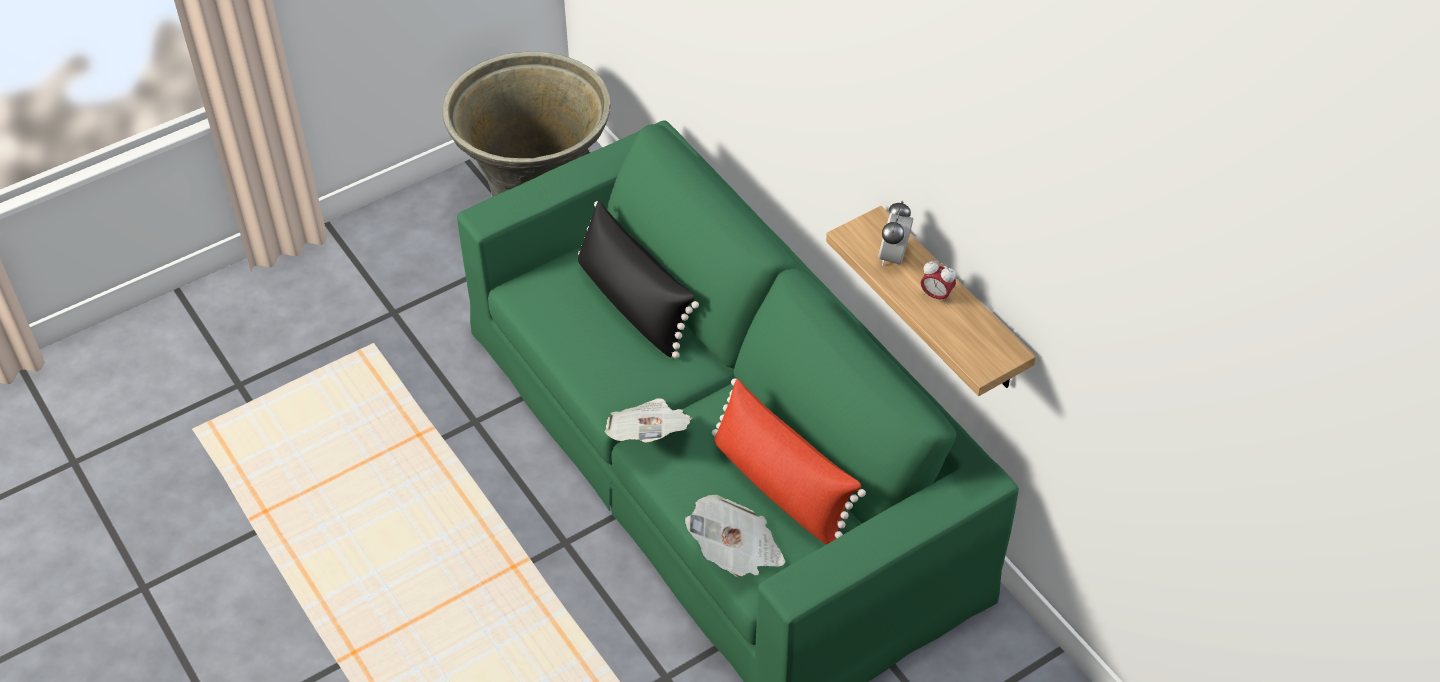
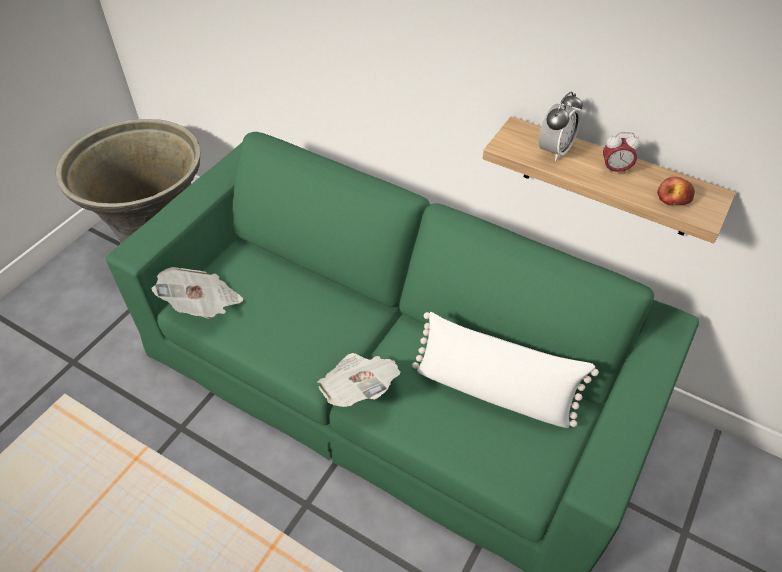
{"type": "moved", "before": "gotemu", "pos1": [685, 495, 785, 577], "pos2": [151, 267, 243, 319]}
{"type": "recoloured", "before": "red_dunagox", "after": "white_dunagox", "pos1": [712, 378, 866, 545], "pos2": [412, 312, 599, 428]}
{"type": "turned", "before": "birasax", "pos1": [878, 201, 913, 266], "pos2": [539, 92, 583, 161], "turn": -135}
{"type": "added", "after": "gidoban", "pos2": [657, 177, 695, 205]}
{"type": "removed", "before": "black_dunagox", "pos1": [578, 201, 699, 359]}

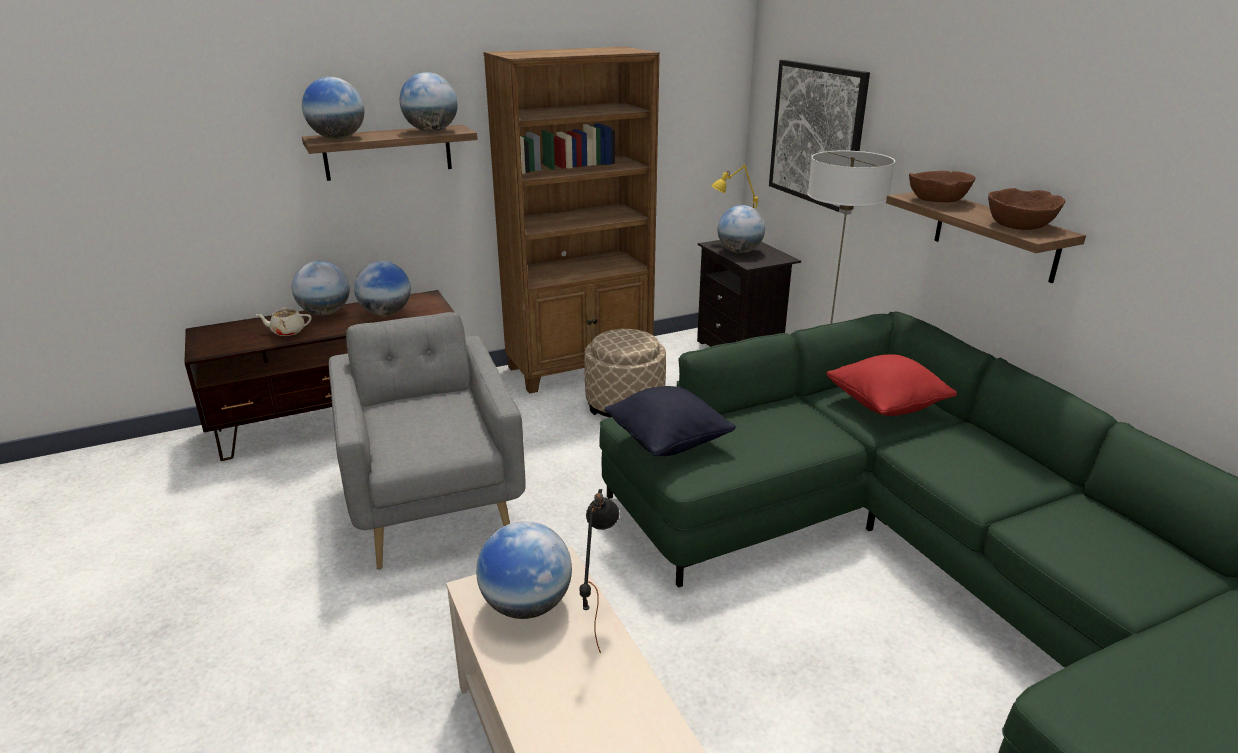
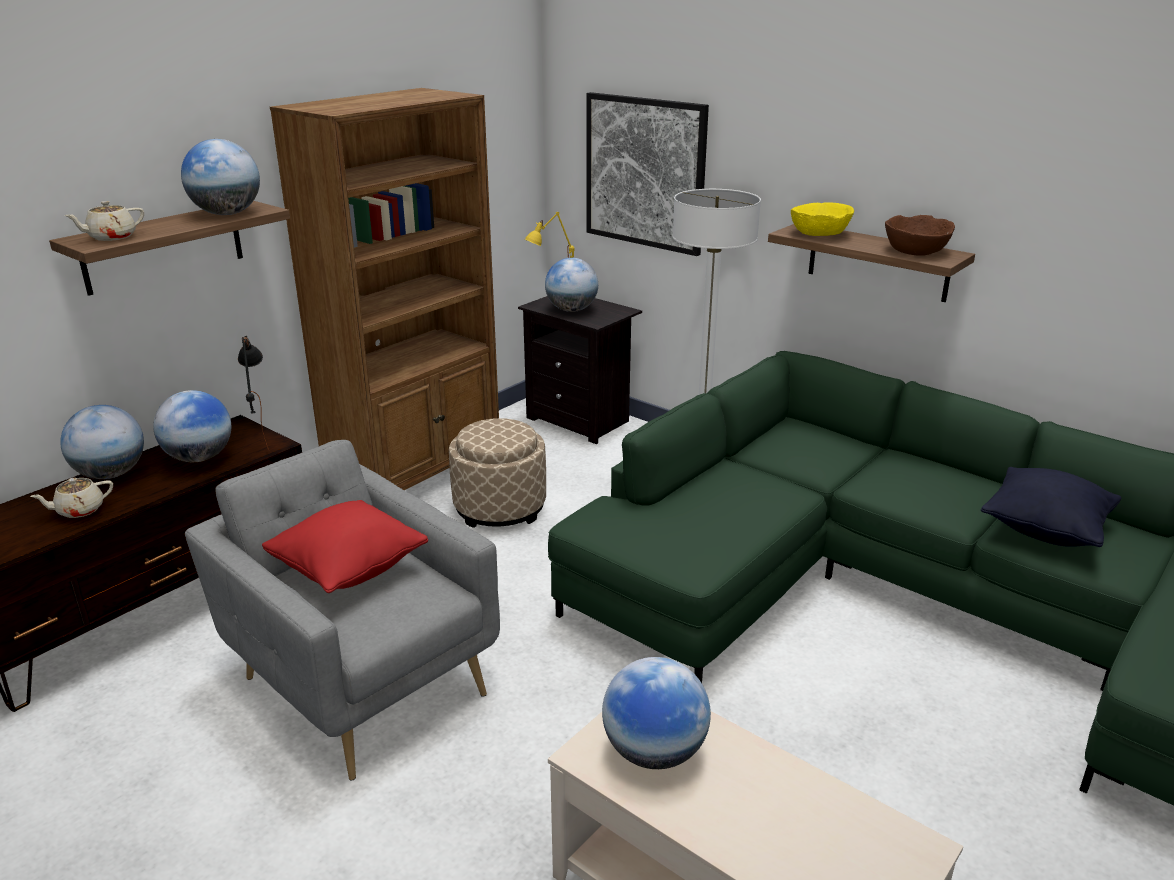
{"type": "replaced", "before": "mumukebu", "after": "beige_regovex", "pos1": [302, 77, 364, 139], "pos2": [64, 201, 144, 241]}
{"type": "moved", "before": "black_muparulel", "pos1": [579, 489, 620, 653], "pos2": [238, 336, 269, 451]}
{"type": "moved", "before": "red_dunagox", "pos1": [827, 354, 957, 416], "pos2": [262, 500, 428, 593]}
{"type": "recoloured", "before": "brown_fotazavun", "after": "yellow_fotazavun", "pos1": [909, 171, 976, 202], "pos2": [791, 202, 854, 236]}
{"type": "moved", "before": "black_dunagox", "pos1": [604, 386, 736, 456], "pos2": [981, 467, 1122, 547]}

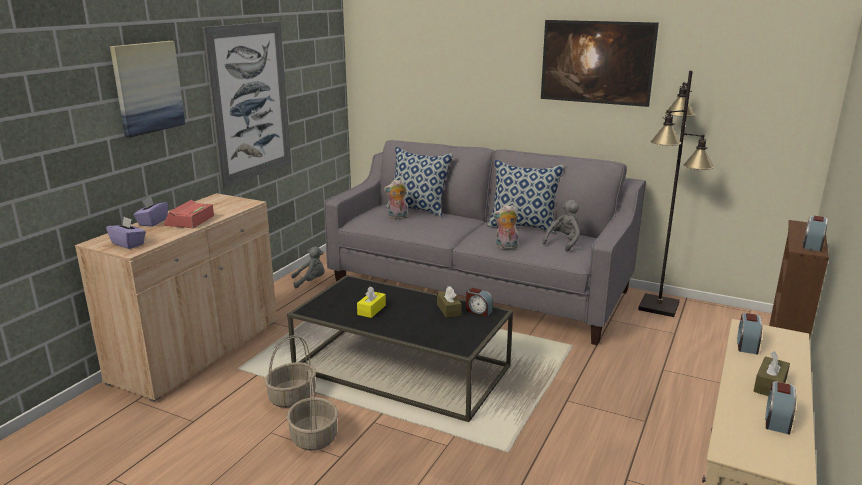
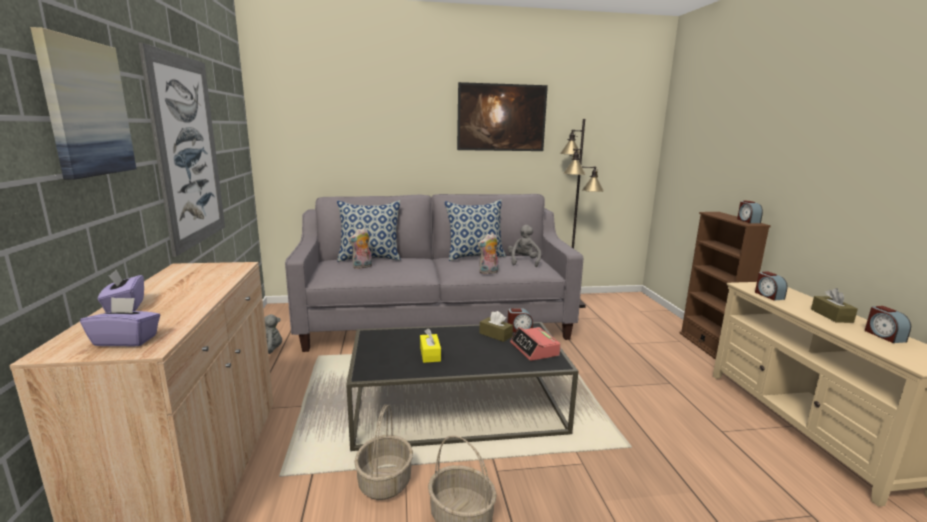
{"type": "moved", "before": "birasax", "pos1": [164, 200, 214, 228], "pos2": [510, 327, 561, 361]}

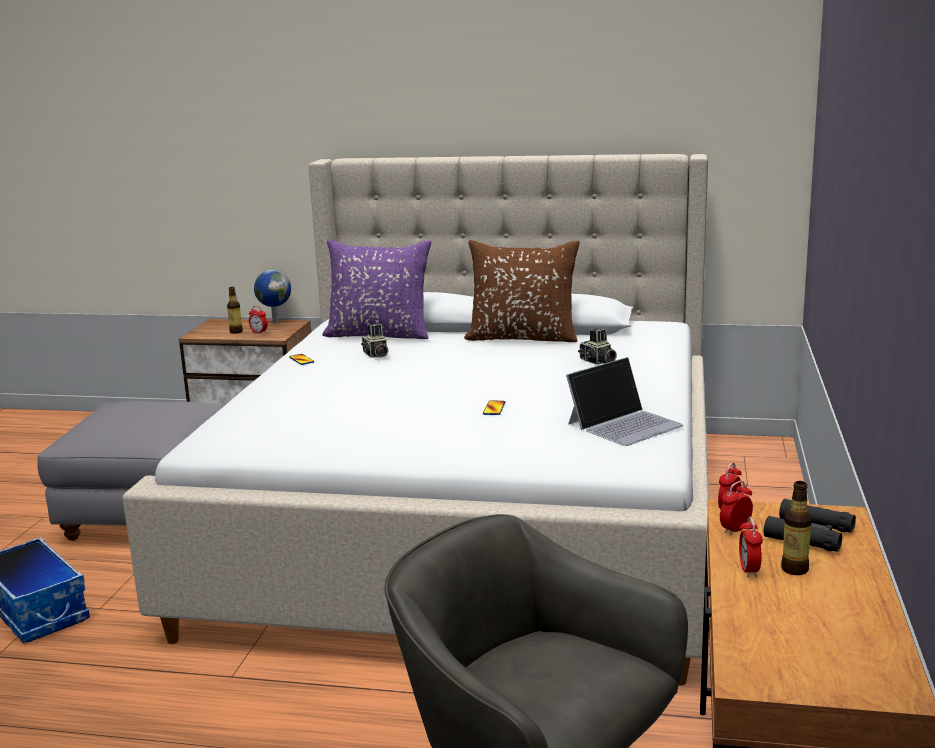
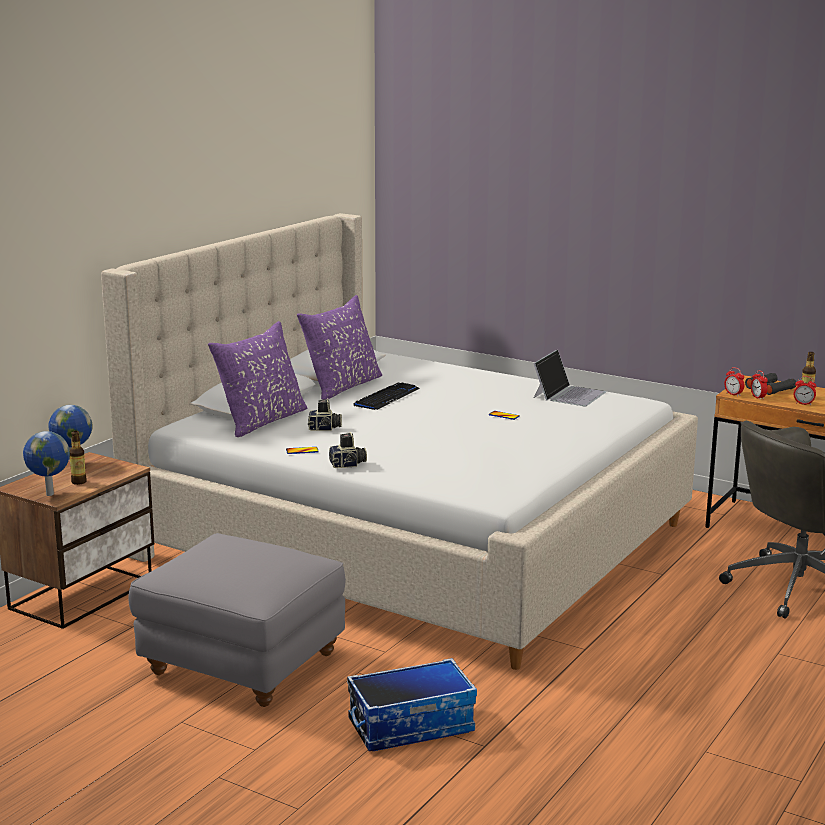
{"type": "added", "after": "mumukebu", "pos2": [23, 431, 70, 496]}
{"type": "recoloured", "before": "brown_dunagox", "after": "purple_dunagox", "pos1": [464, 240, 580, 342], "pos2": [297, 295, 382, 400]}
{"type": "moved", "before": "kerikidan", "pos1": [578, 328, 617, 365], "pos2": [329, 432, 367, 468]}
{"type": "added", "after": "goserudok", "pos2": [353, 383, 420, 410]}
{"type": "turned", "before": "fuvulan", "pos1": [566, 357, 684, 446], "pos2": [533, 349, 606, 406], "turn": 45}
{"type": "removed", "before": "birasax", "pos1": [249, 306, 268, 334]}

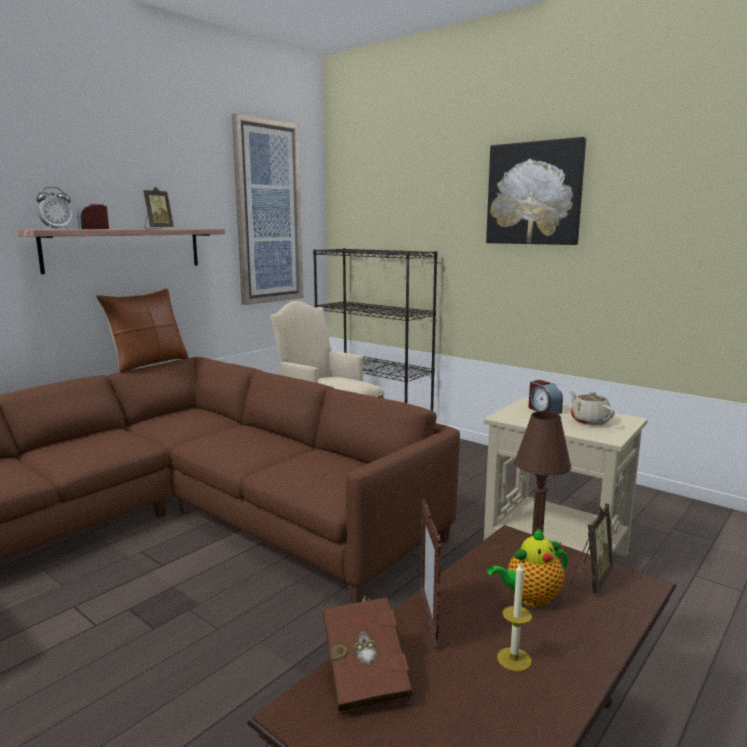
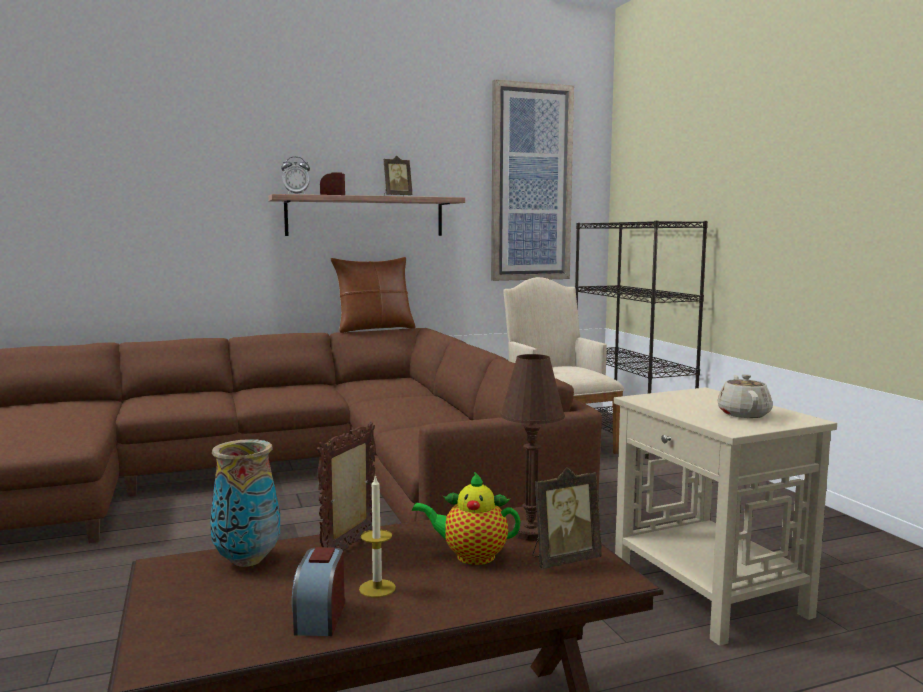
{"type": "replaced", "before": "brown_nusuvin", "after": "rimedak", "pos1": [323, 596, 413, 714], "pos2": [210, 439, 280, 567]}
{"type": "moved", "before": "birasax", "pos1": [529, 380, 563, 414], "pos2": [292, 547, 345, 636]}
{"type": "removed", "before": "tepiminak", "pos1": [486, 137, 586, 245]}

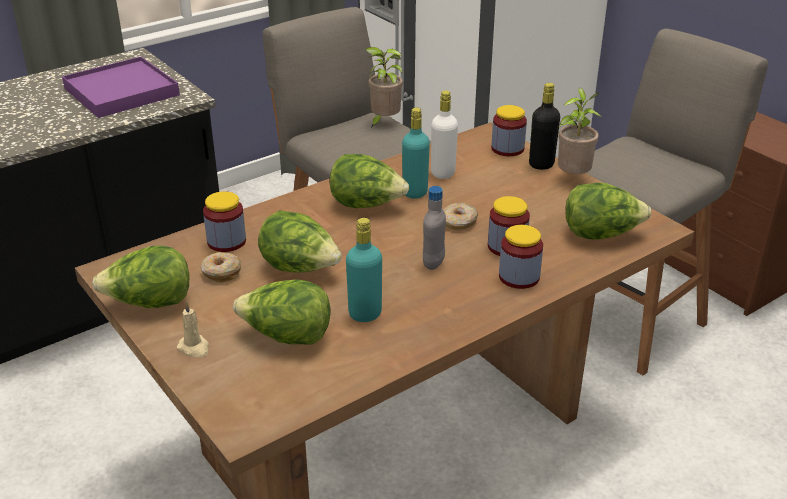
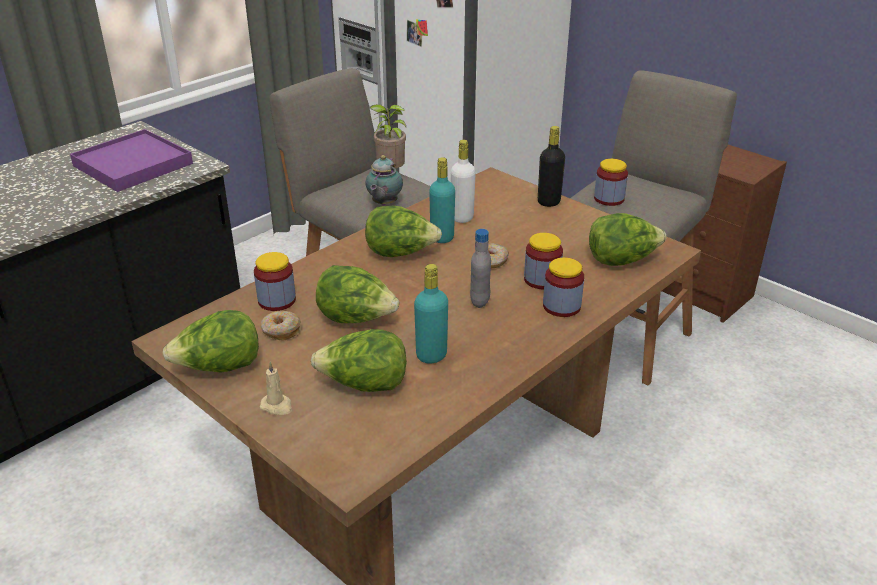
{"type": "added", "after": "regovex", "pos2": [365, 155, 403, 206]}
{"type": "moved", "before": "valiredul", "pos1": [491, 105, 527, 156], "pos2": [594, 159, 628, 206]}
{"type": "removed", "before": "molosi", "pos1": [558, 88, 602, 174]}

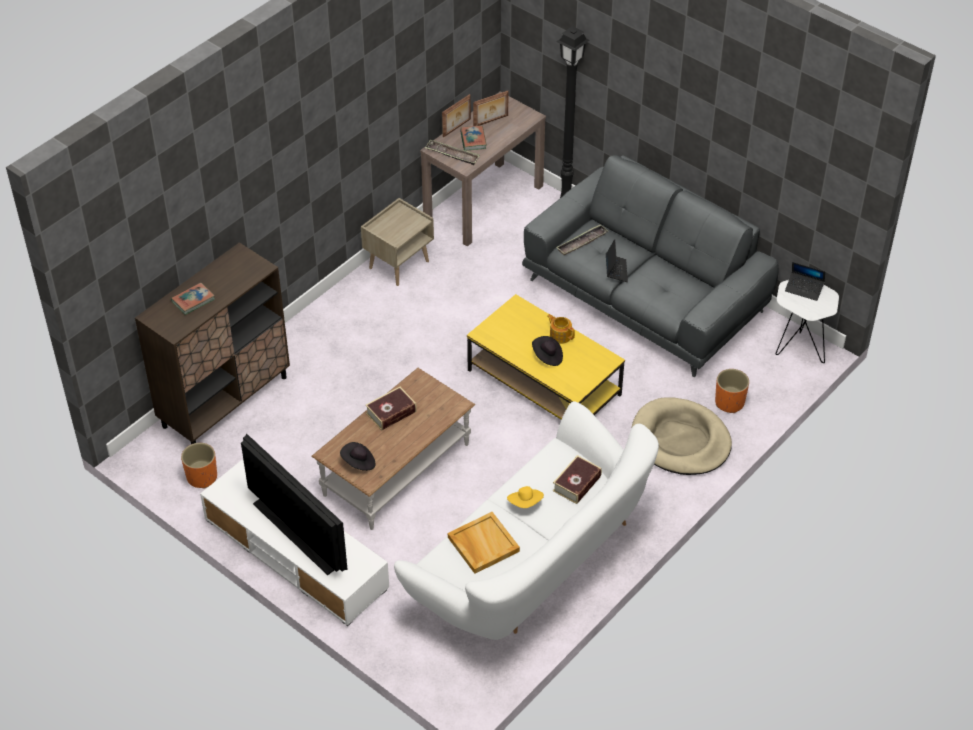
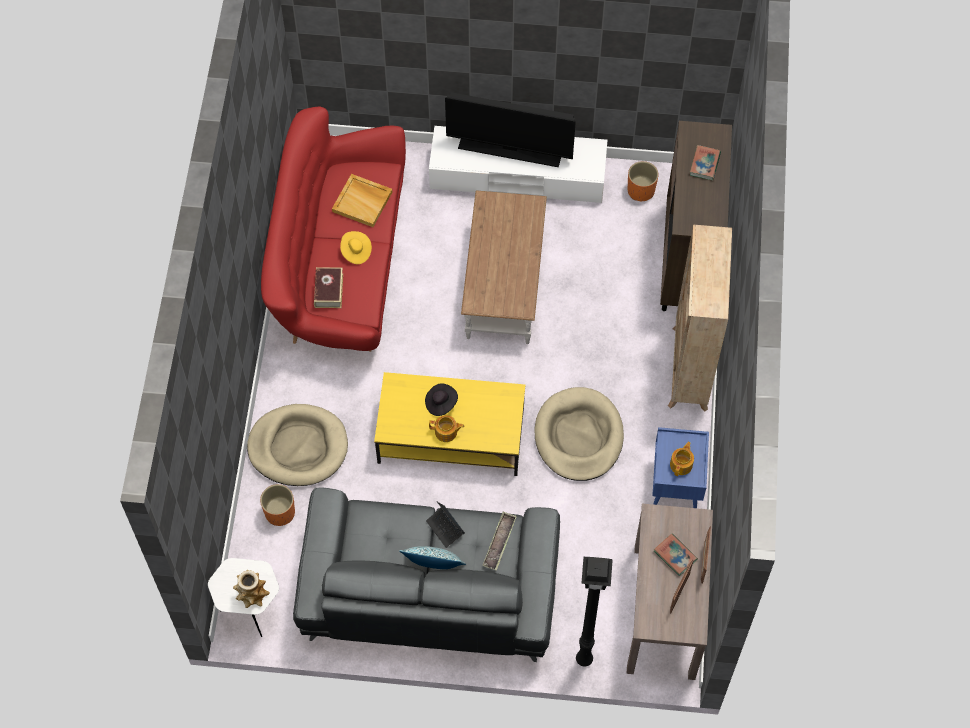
{"type": "replaced", "before": "fuvulan", "after": "rimedak", "pos1": [785, 262, 825, 301], "pos2": [233, 570, 270, 608]}
{"type": "recoloured", "before": "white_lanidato", "after": "red_lanidato", "pos1": [394, 401, 659, 640], "pos2": [261, 107, 406, 352]}
{"type": "added", "after": "dunagox", "pos2": [399, 546, 466, 569]}
{"type": "added", "after": "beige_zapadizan", "pos2": [534, 387, 624, 481]}
{"type": "recoloured", "before": "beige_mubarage", "after": "blue_mubarage", "pos1": [361, 198, 434, 286], "pos2": [652, 427, 709, 508]}
{"type": "added", "after": "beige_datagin", "pos2": [668, 225, 732, 411]}
{"type": "added", "after": "regovex", "pos2": [670, 442, 694, 476]}
{"type": "removed", "before": "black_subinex", "pos1": [340, 442, 375, 471]}
{"type": "removed", "before": "nusuvin", "pos1": [365, 387, 417, 430]}
{"type": "removed", "before": "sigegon", "pos1": [425, 140, 480, 165]}

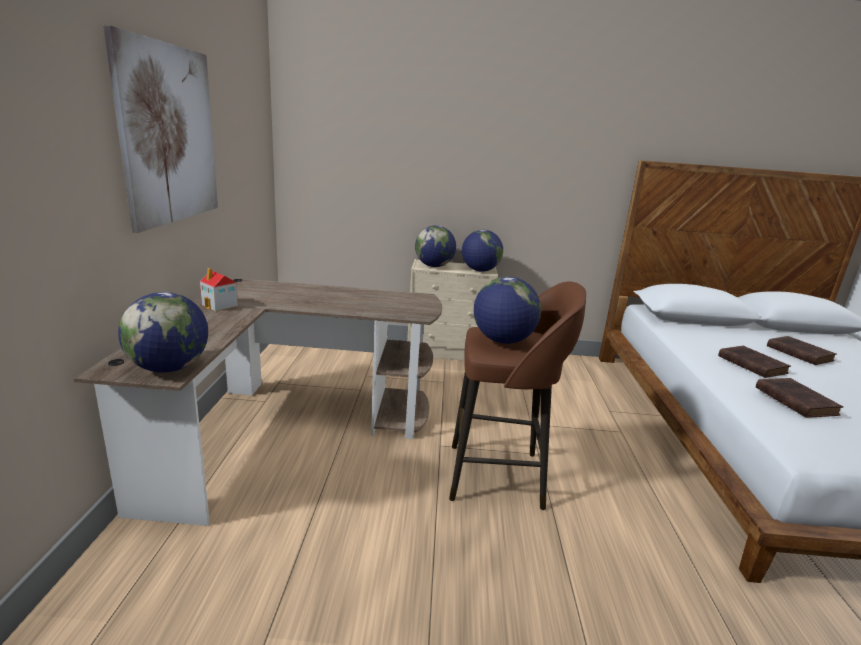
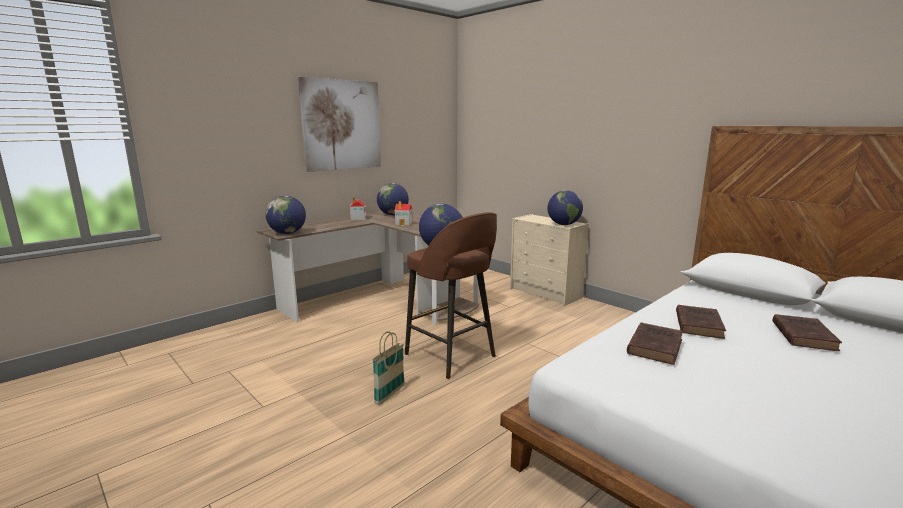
{"type": "added", "after": "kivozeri", "pos2": [373, 331, 405, 405]}
{"type": "moved", "before": "mumukebu", "pos1": [415, 225, 456, 267], "pos2": [377, 183, 409, 215]}
{"type": "added", "after": "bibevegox", "pos2": [395, 201, 413, 225]}

